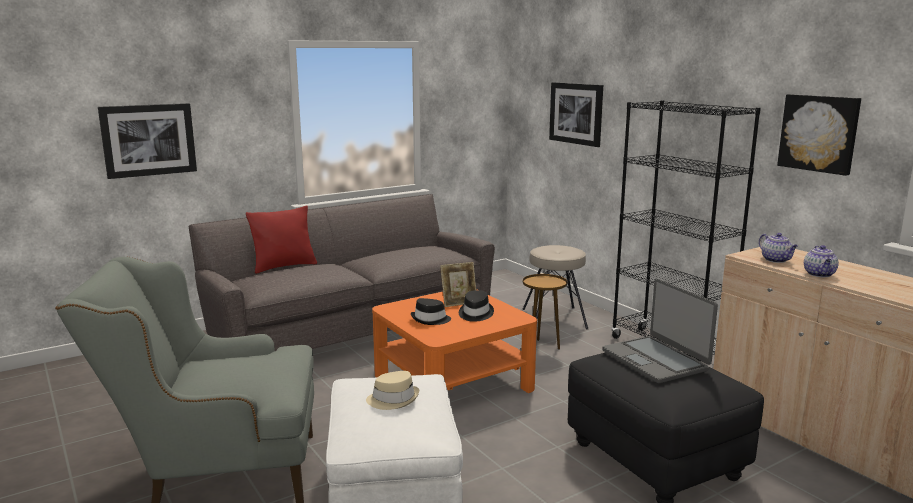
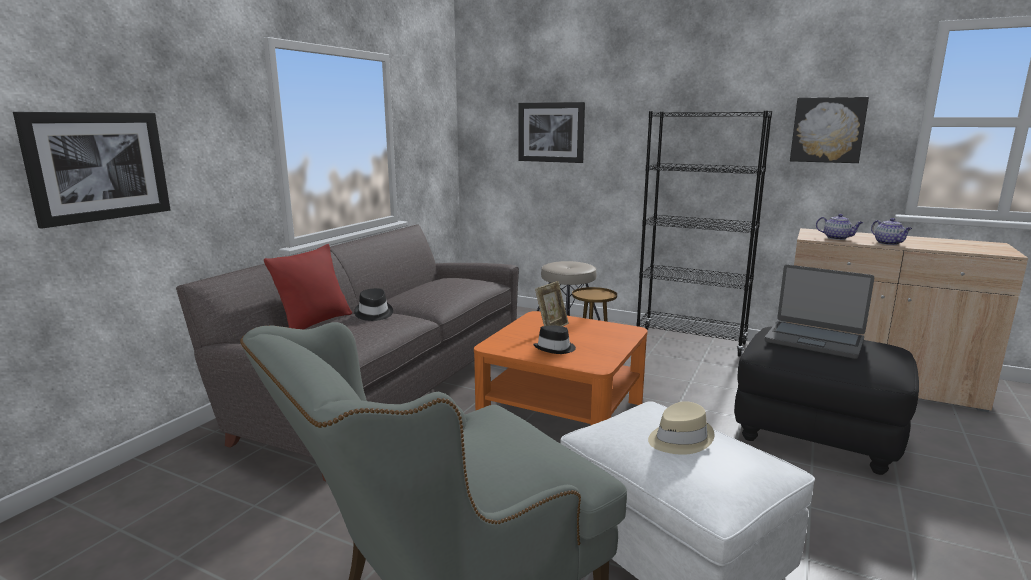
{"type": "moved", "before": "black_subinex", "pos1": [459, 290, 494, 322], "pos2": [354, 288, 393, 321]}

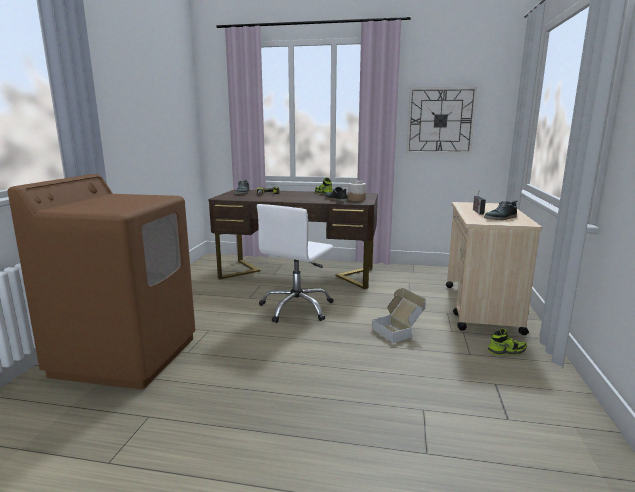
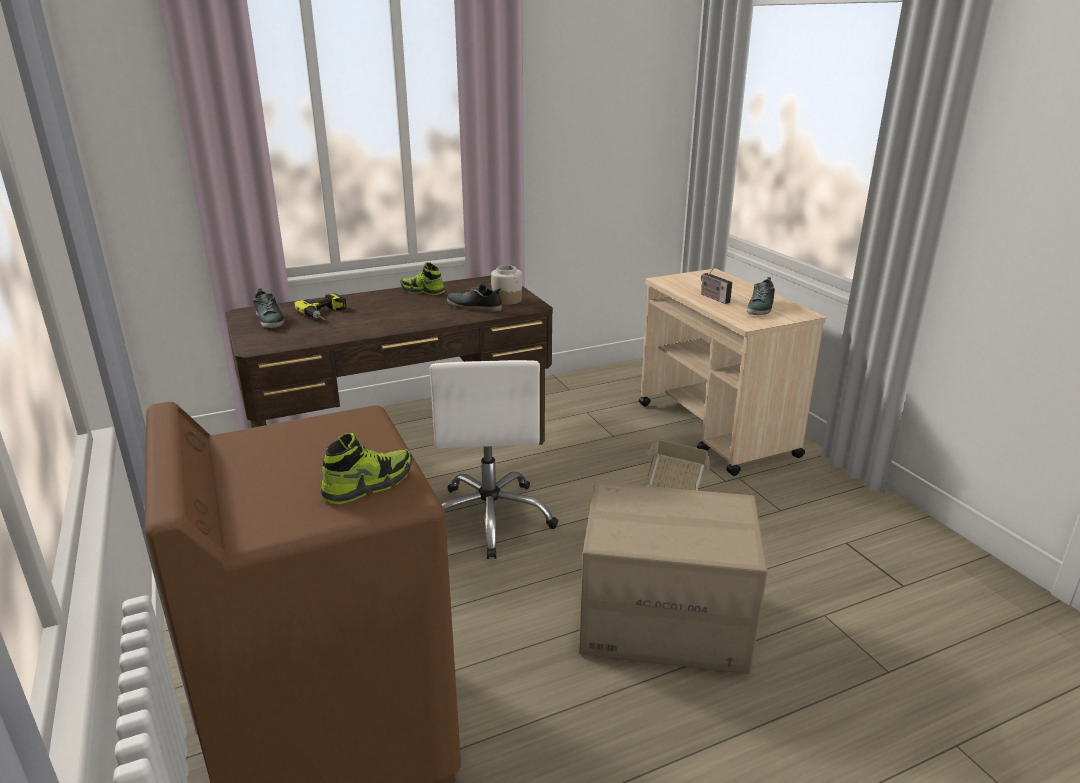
{"type": "moved", "before": "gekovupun", "pos1": [488, 329, 527, 355], "pos2": [320, 433, 412, 504]}
{"type": "added", "after": "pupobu", "pos2": [579, 482, 768, 674]}
{"type": "removed", "before": "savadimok", "pos1": [406, 87, 477, 154]}

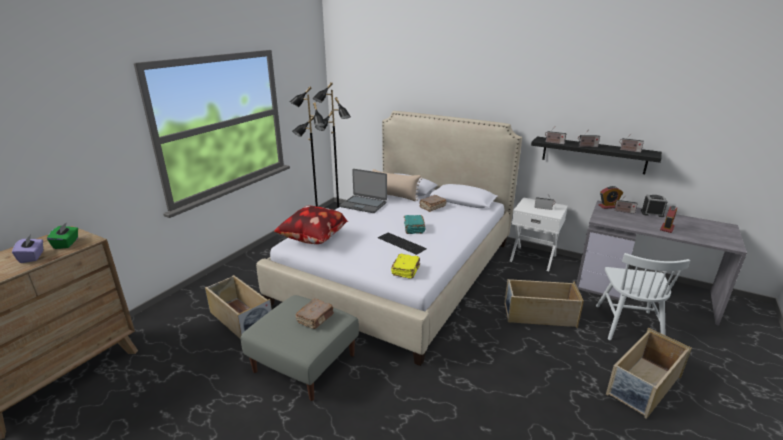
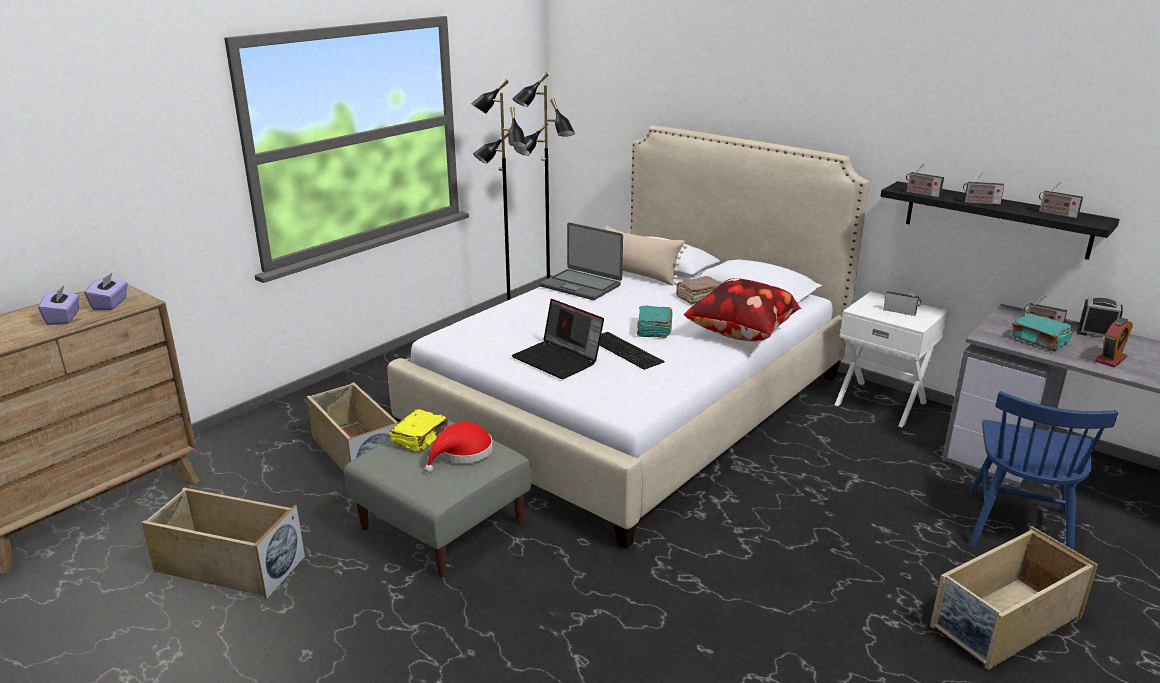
{"type": "recoloured", "before": "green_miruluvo", "after": "purple_miruluvo", "pos1": [47, 222, 78, 249], "pos2": [85, 273, 128, 310]}
{"type": "moved", "before": "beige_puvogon", "pos1": [504, 279, 584, 328], "pos2": [141, 488, 305, 599]}
{"type": "moved", "before": "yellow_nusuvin", "pos1": [391, 254, 420, 279], "pos2": [390, 409, 448, 452]}
{"type": "replaced", "before": "brown_nusuvin", "after": "red_subinex", "pos1": [296, 299, 334, 329], "pos2": [425, 422, 493, 473]}
{"type": "added", "after": "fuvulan", "pos2": [512, 299, 604, 379]}
{"type": "moved", "before": "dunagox", "pos1": [274, 206, 348, 244], "pos2": [684, 278, 801, 341]}
{"type": "recoloured", "before": "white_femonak", "after": "blue_femonak", "pos1": [596, 253, 690, 340], "pos2": [969, 391, 1118, 551]}
{"type": "added", "after": "turquoise_nusuvin", "pos2": [1011, 313, 1073, 351]}
{"type": "removed", "before": "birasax", "pos1": [599, 186, 623, 209]}

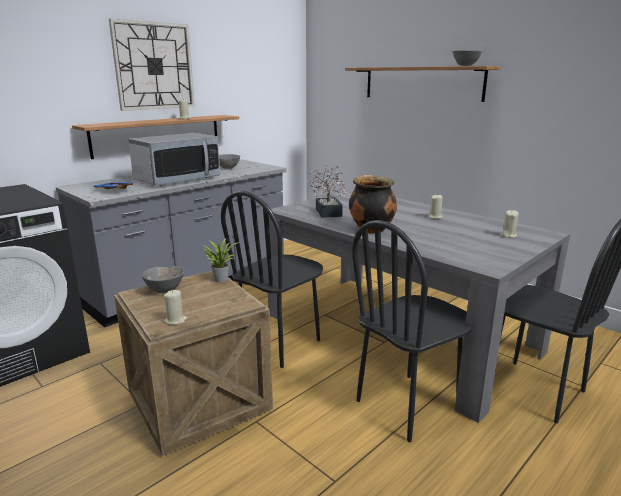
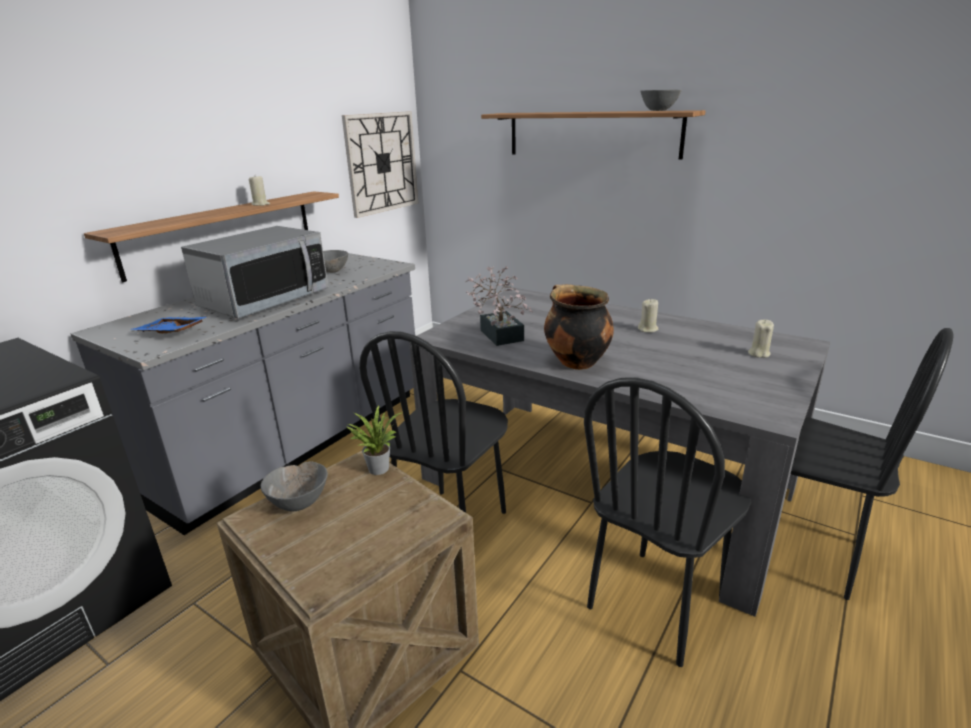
{"type": "moved", "before": "savadimok", "pos1": [109, 18, 195, 111], "pos2": [342, 111, 418, 218]}
{"type": "removed", "before": "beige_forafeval", "pos1": [164, 290, 187, 325]}

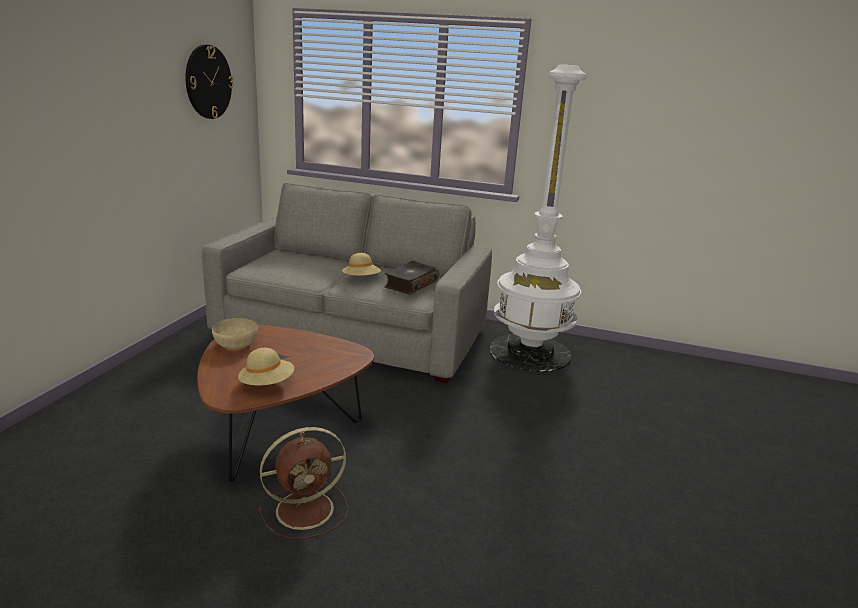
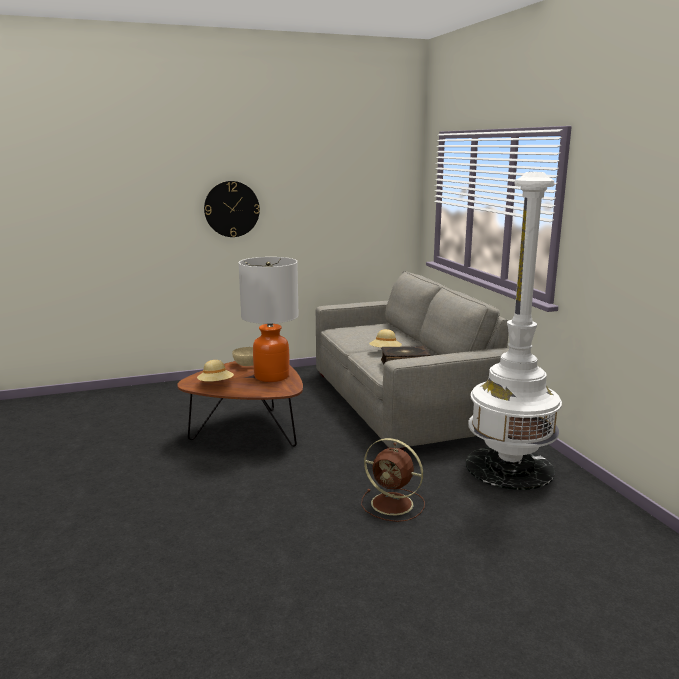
{"type": "moved", "before": "savadimok", "pos1": [186, 44, 234, 119], "pos2": [204, 181, 260, 237]}
{"type": "added", "after": "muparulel", "pos2": [239, 257, 299, 382]}
{"type": "moved", "before": "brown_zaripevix", "pos1": [258, 427, 348, 539], "pos2": [361, 438, 425, 522]}

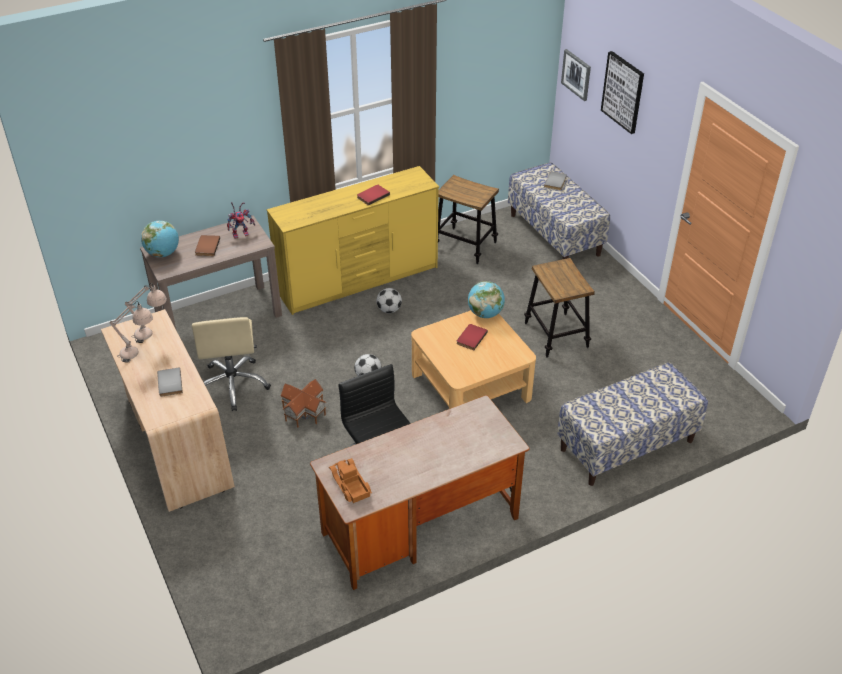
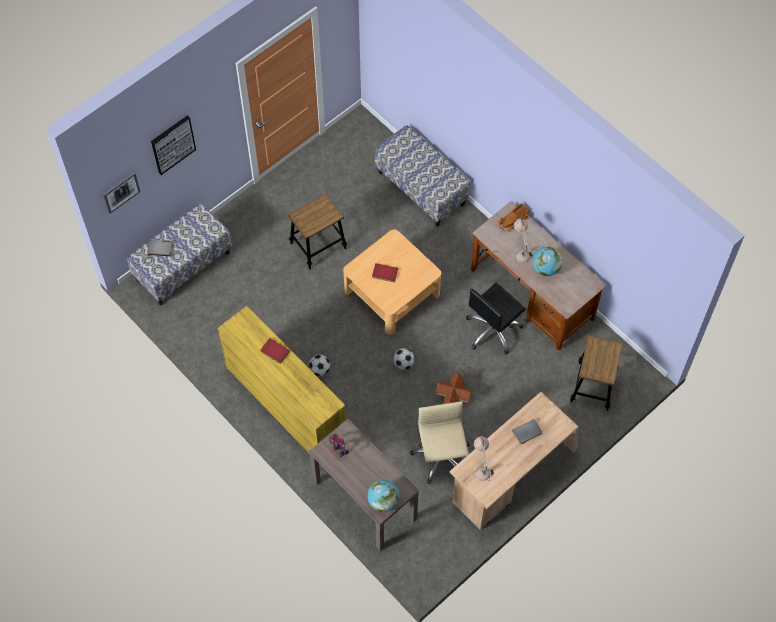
{"type": "turned", "before": "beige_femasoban", "pos1": [192, 317, 271, 411], "pos2": [410, 401, 470, 484], "turn": -75}
{"type": "moved", "before": "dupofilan", "pos1": [329, 458, 372, 503], "pos2": [498, 203, 530, 232]}
{"type": "moved", "before": "beige_muparulel", "pos1": [110, 301, 153, 362], "pos2": [514, 218, 532, 263]}
{"type": "moved", "before": "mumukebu", "pos1": [468, 281, 505, 318], "pos2": [532, 247, 562, 276]}
{"type": "moved", "before": "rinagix", "pos1": [438, 175, 499, 264], "pos2": [570, 335, 623, 411]}
{"type": "removed", "before": "brown_nusuvin", "pos1": [195, 235, 220, 256]}

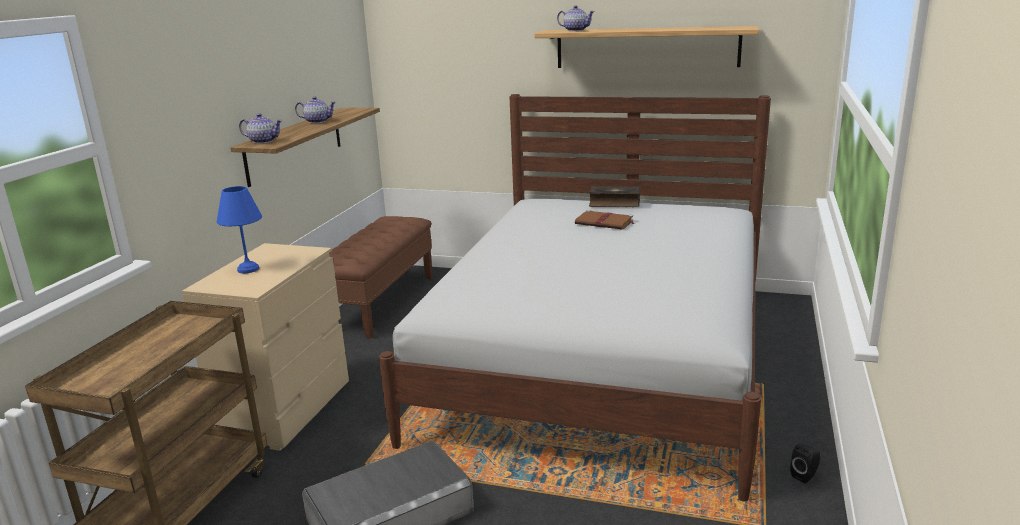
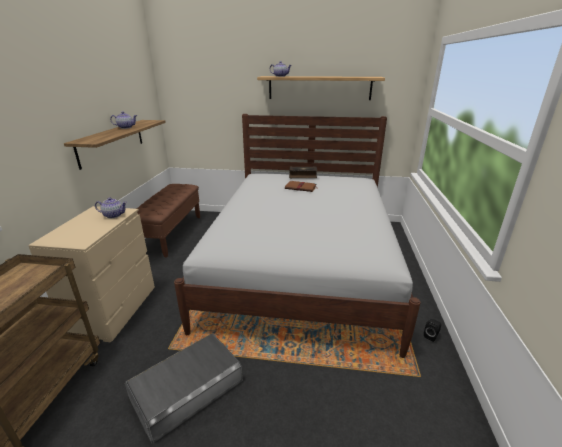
{"type": "moved", "before": "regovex", "pos1": [239, 113, 283, 144], "pos2": [95, 197, 127, 218]}
{"type": "removed", "before": "blue_muparulel", "pos1": [217, 186, 262, 273]}

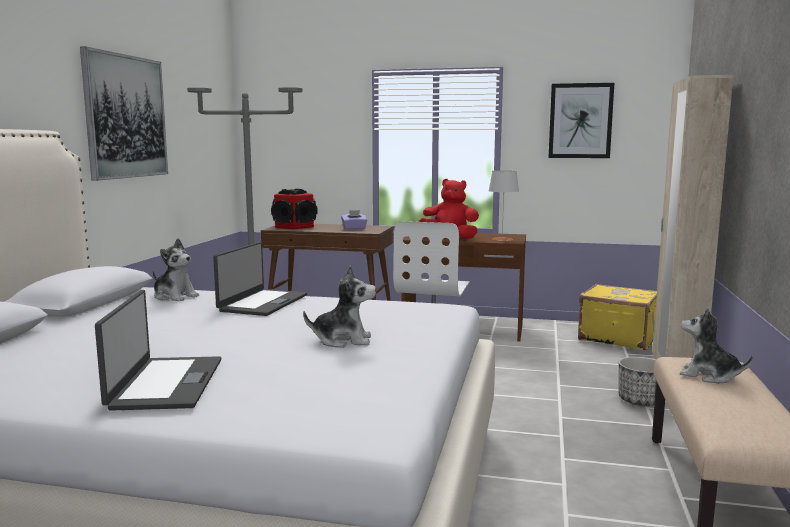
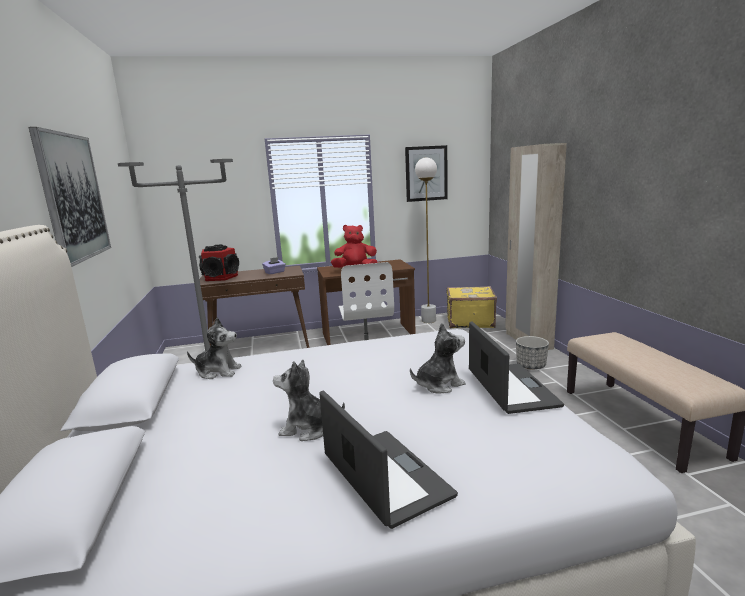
{"type": "moved", "before": "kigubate", "pos1": [680, 308, 753, 383], "pos2": [273, 360, 345, 441]}
{"type": "added", "after": "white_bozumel", "pos2": [415, 157, 437, 323]}
{"type": "moved", "before": "fuvulan", "pos1": [213, 242, 307, 316], "pos2": [469, 321, 564, 414]}
{"type": "removed", "before": "grey_muparulel", "pos1": [489, 170, 519, 241]}

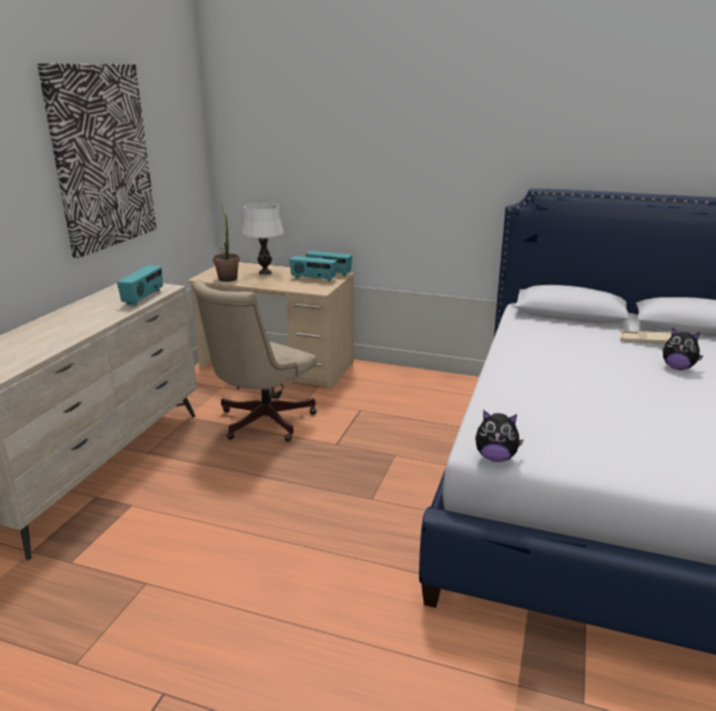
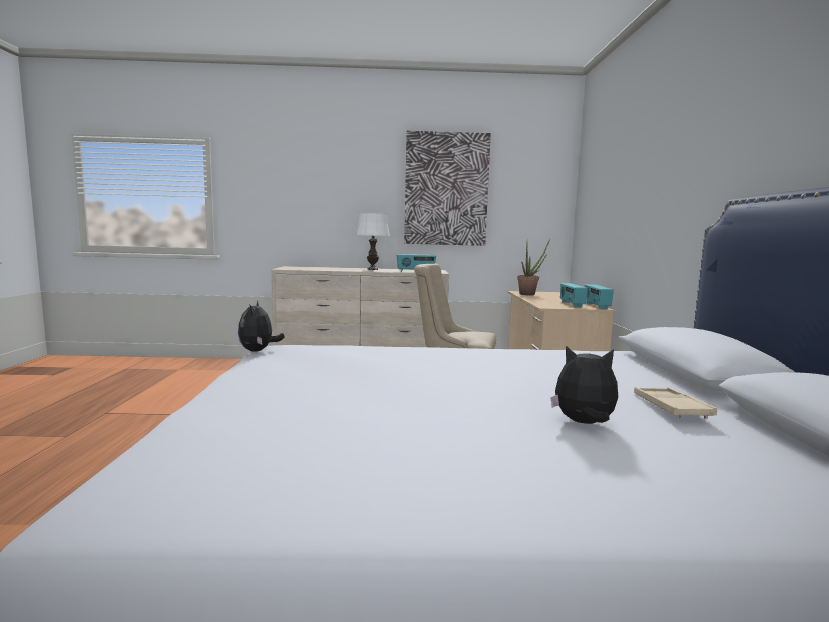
{"type": "moved", "before": "white_muparulel", "pos1": [242, 203, 284, 275], "pos2": [356, 213, 390, 270]}
{"type": "turned", "before": "kigubate", "pos1": [663, 327, 703, 370], "pos2": [551, 346, 618, 424], "turn": 90}

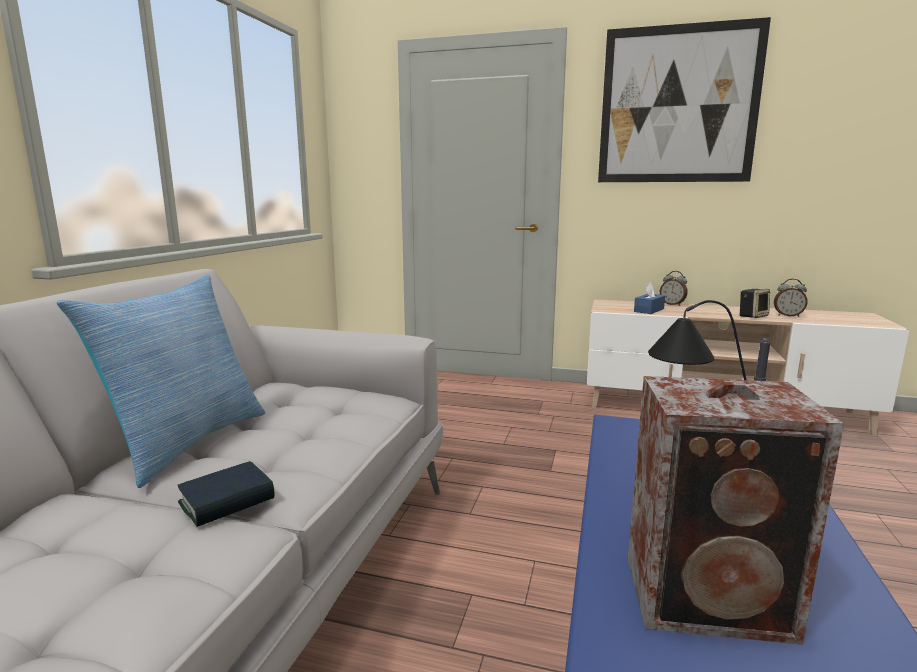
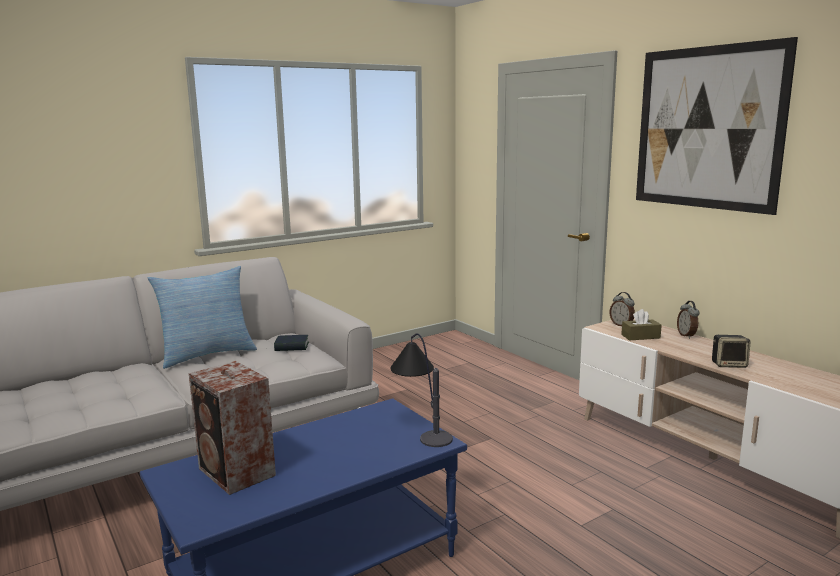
{"type": "moved", "before": "nusuvin", "pos1": [178, 461, 274, 527], "pos2": [274, 335, 309, 351]}
{"type": "moved", "before": "birasax", "pos1": [774, 279, 808, 317], "pos2": [610, 292, 635, 326]}
{"type": "recoloured", "before": "blue_miruluvo", "after": "brown_miruluvo", "pos1": [634, 283, 665, 314], "pos2": [621, 309, 662, 341]}

